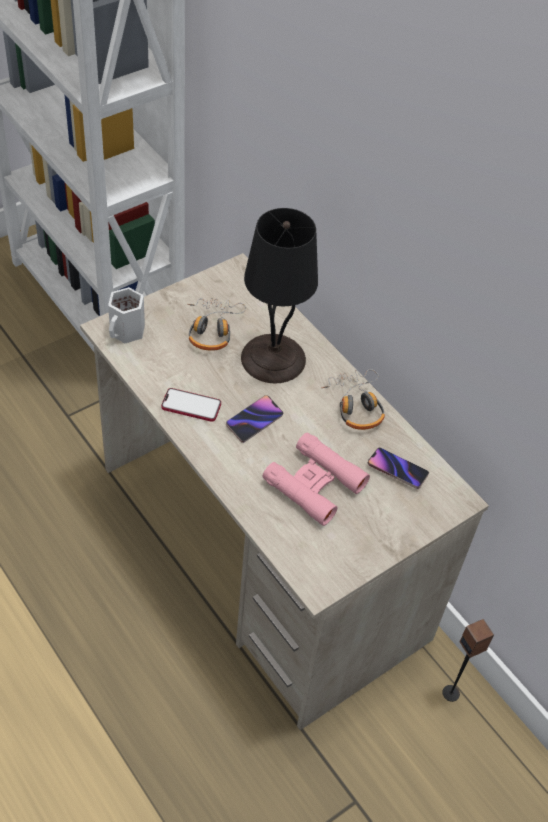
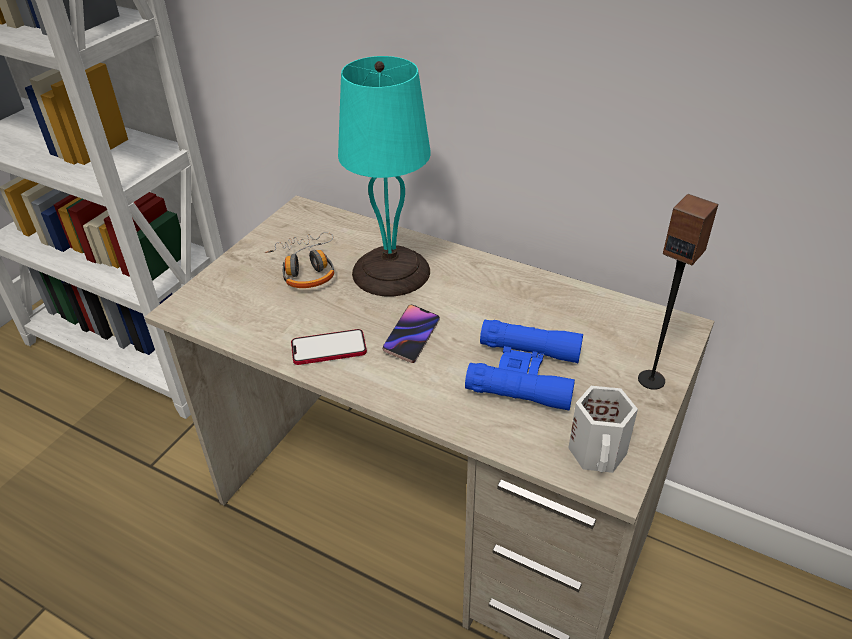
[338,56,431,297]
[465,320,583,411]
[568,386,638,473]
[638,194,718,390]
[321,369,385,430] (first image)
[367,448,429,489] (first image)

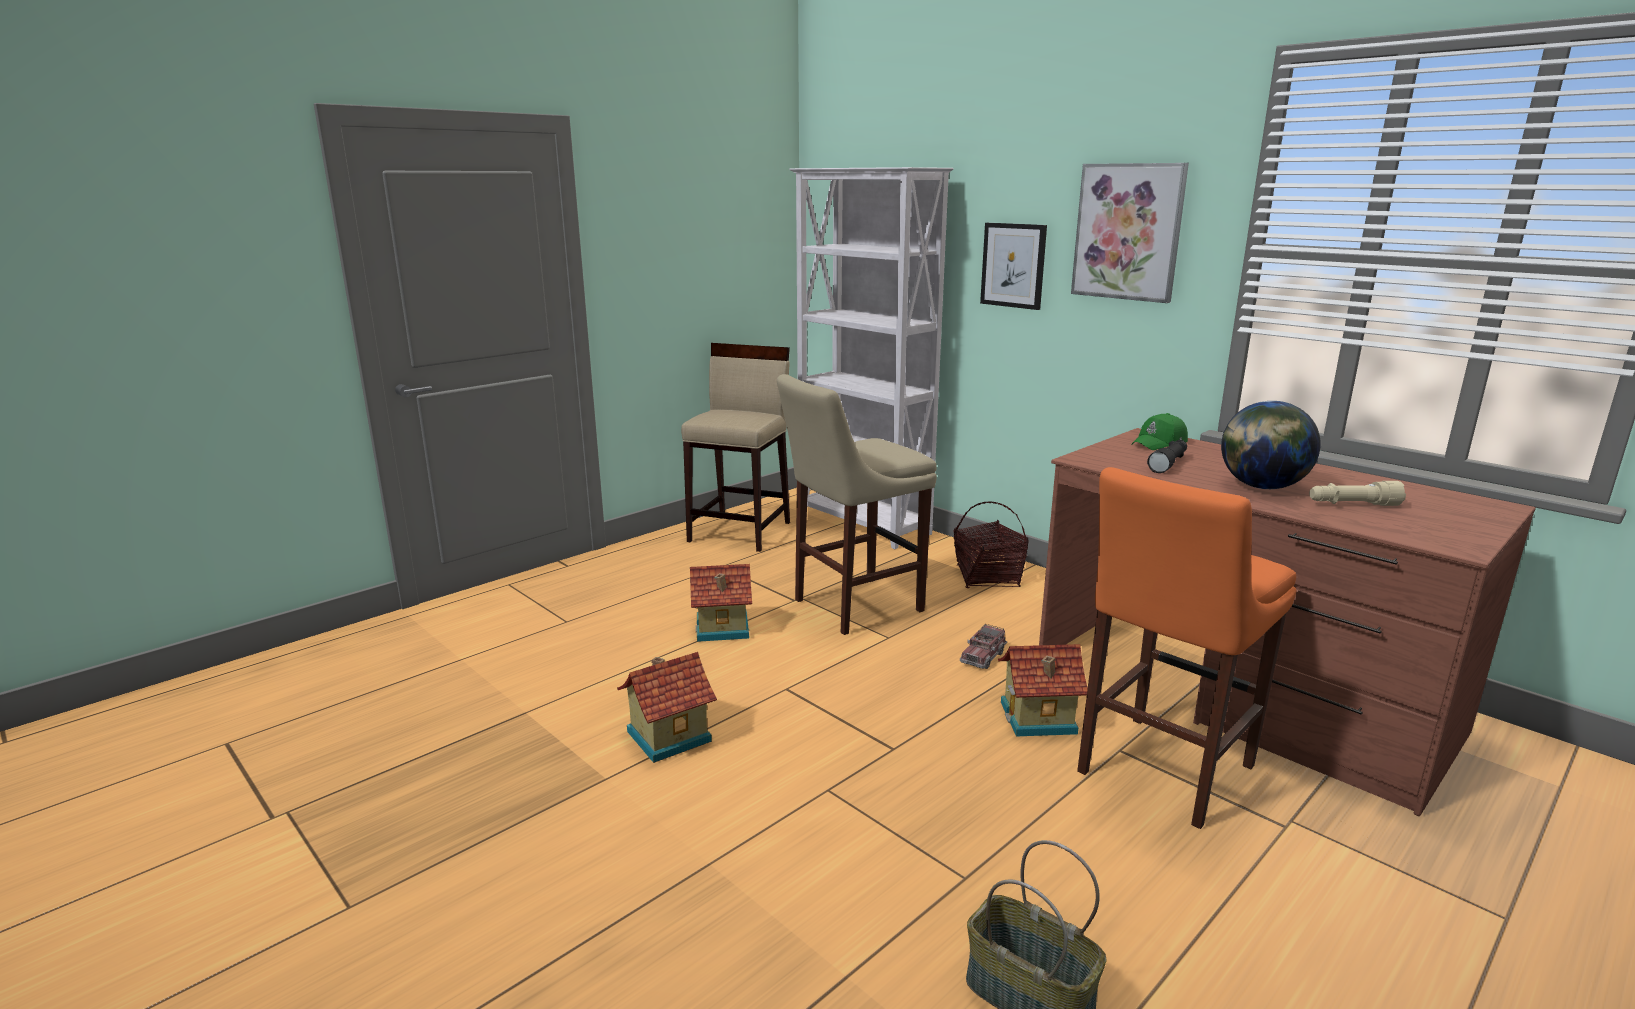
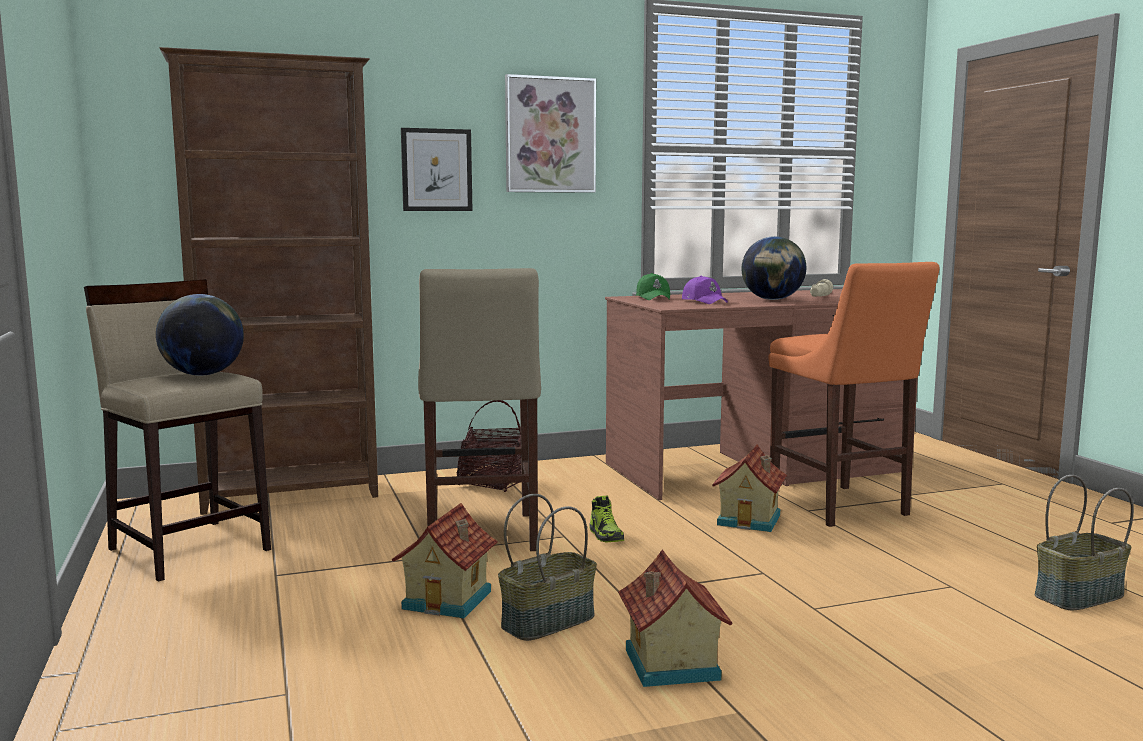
[156,294,244,376]
[160,47,378,515]
[498,494,597,641]
[589,496,624,542]
[682,276,728,304]
[960,624,1007,669] (first image)

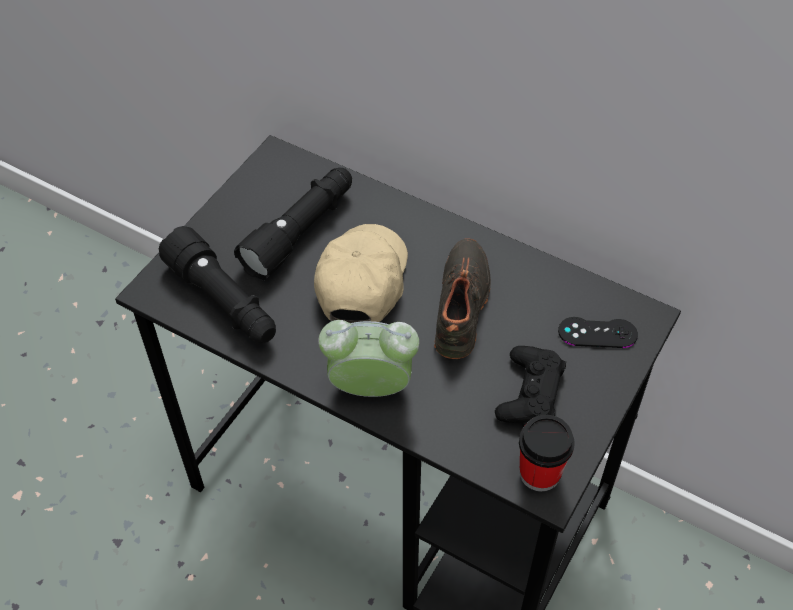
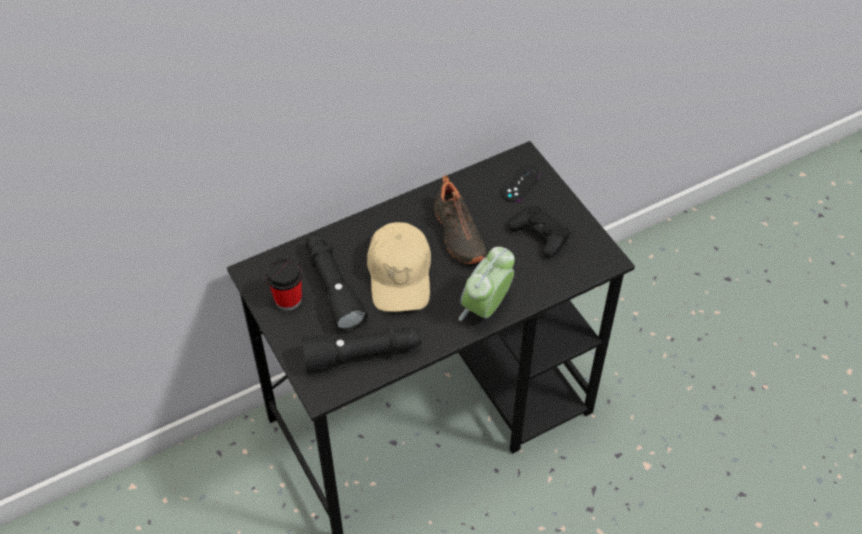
[266,258,302,311]
[367,222,431,312]
[434,175,486,264]

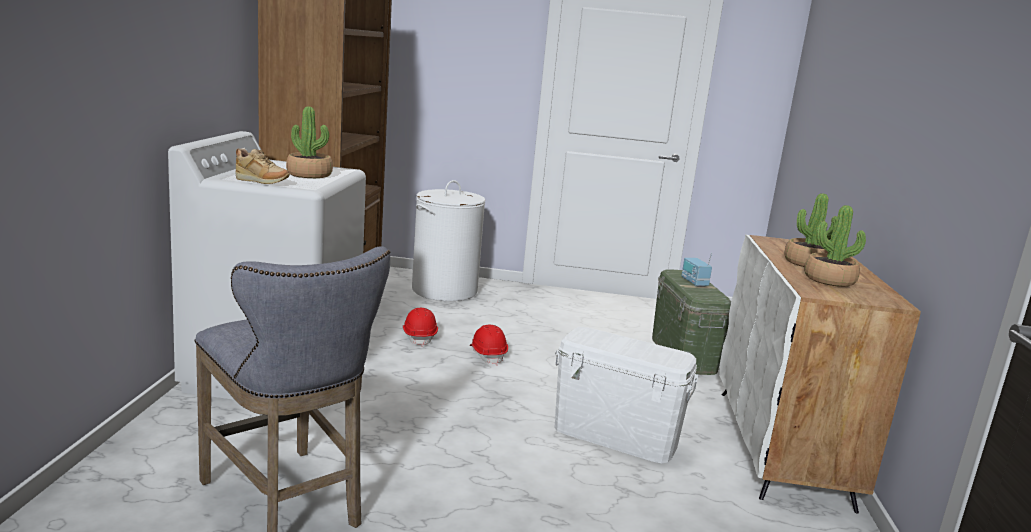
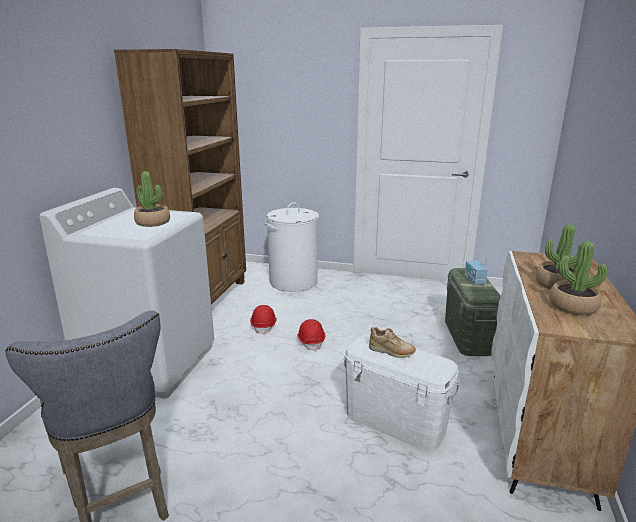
[369,327,416,358]

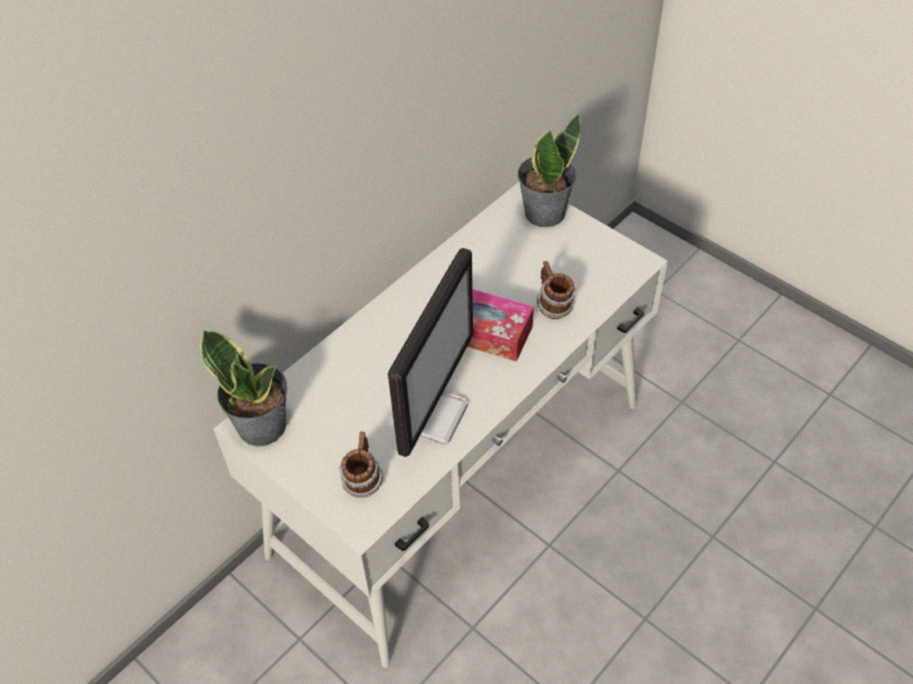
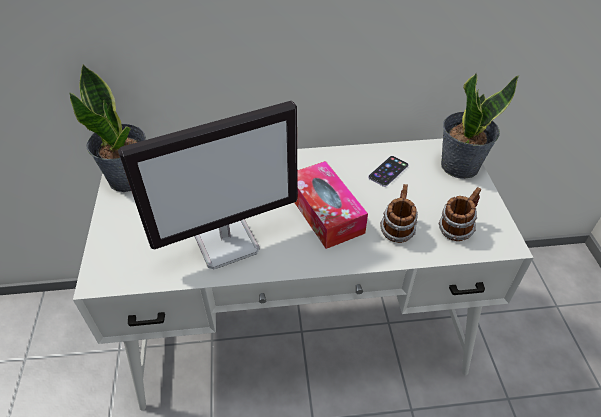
[368,156,408,187]
[438,187,481,241]

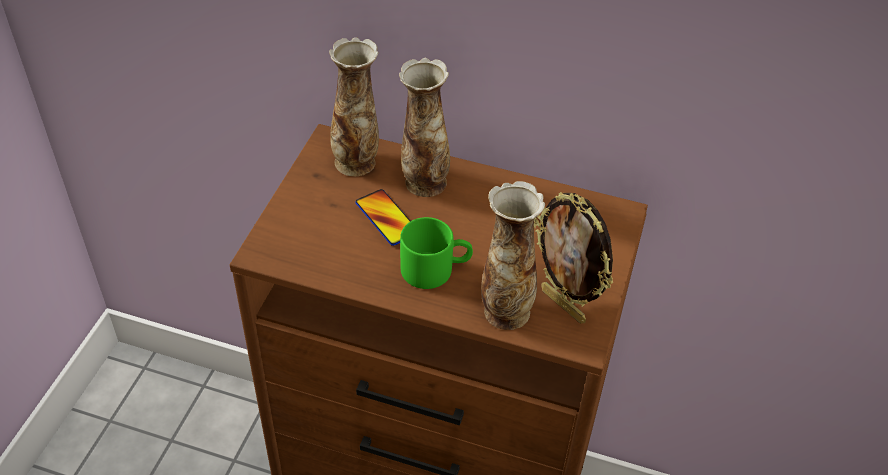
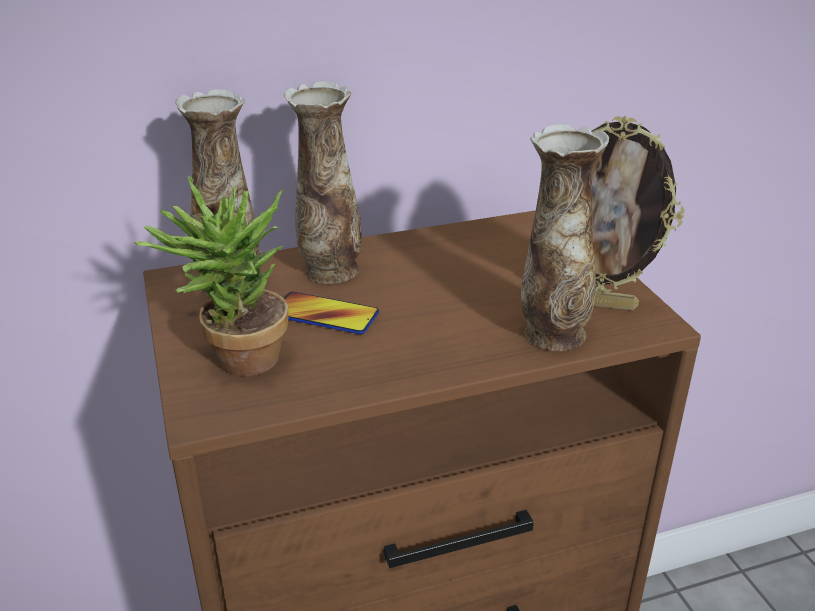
[134,176,289,376]
[400,217,473,289] (first image)

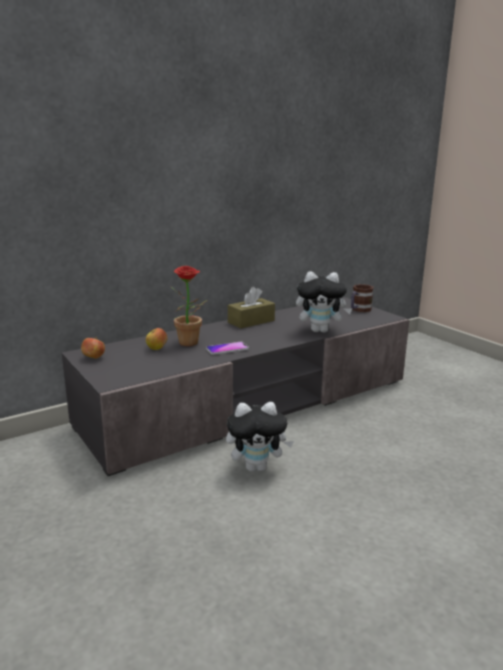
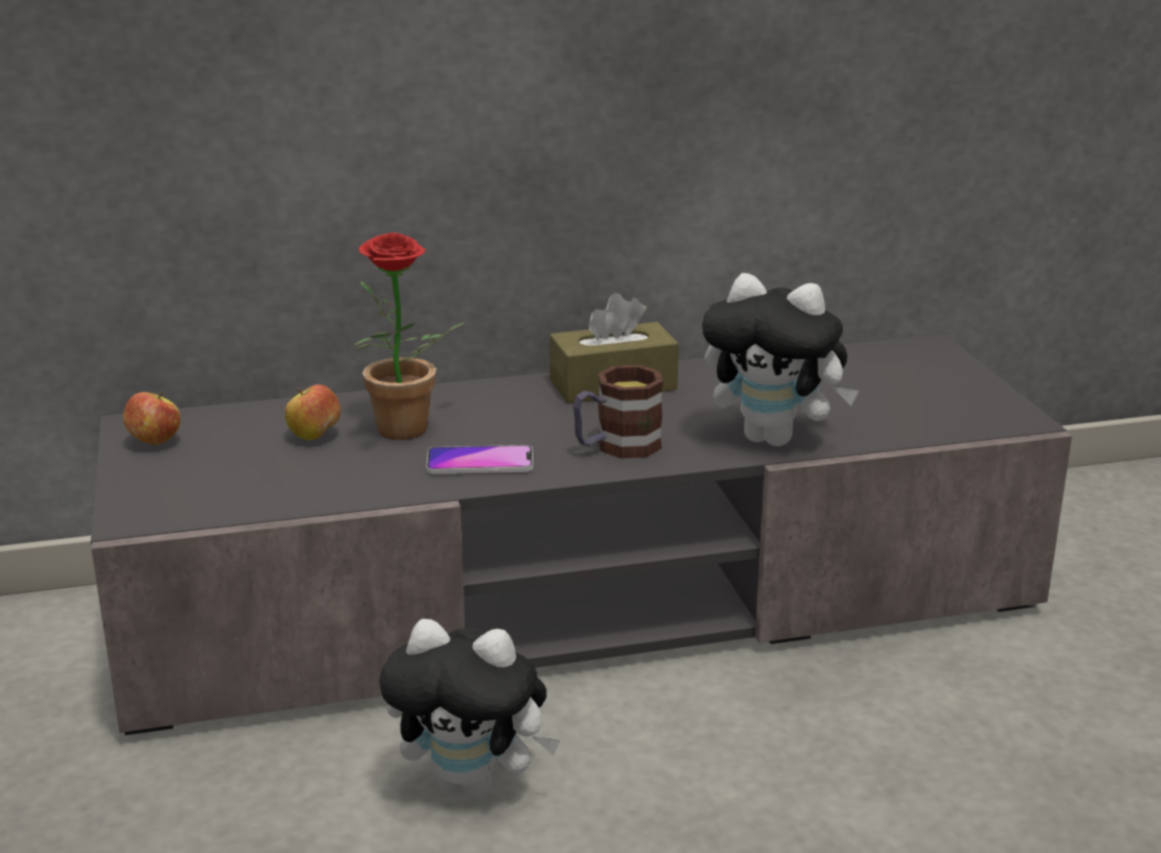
[573,365,663,458]

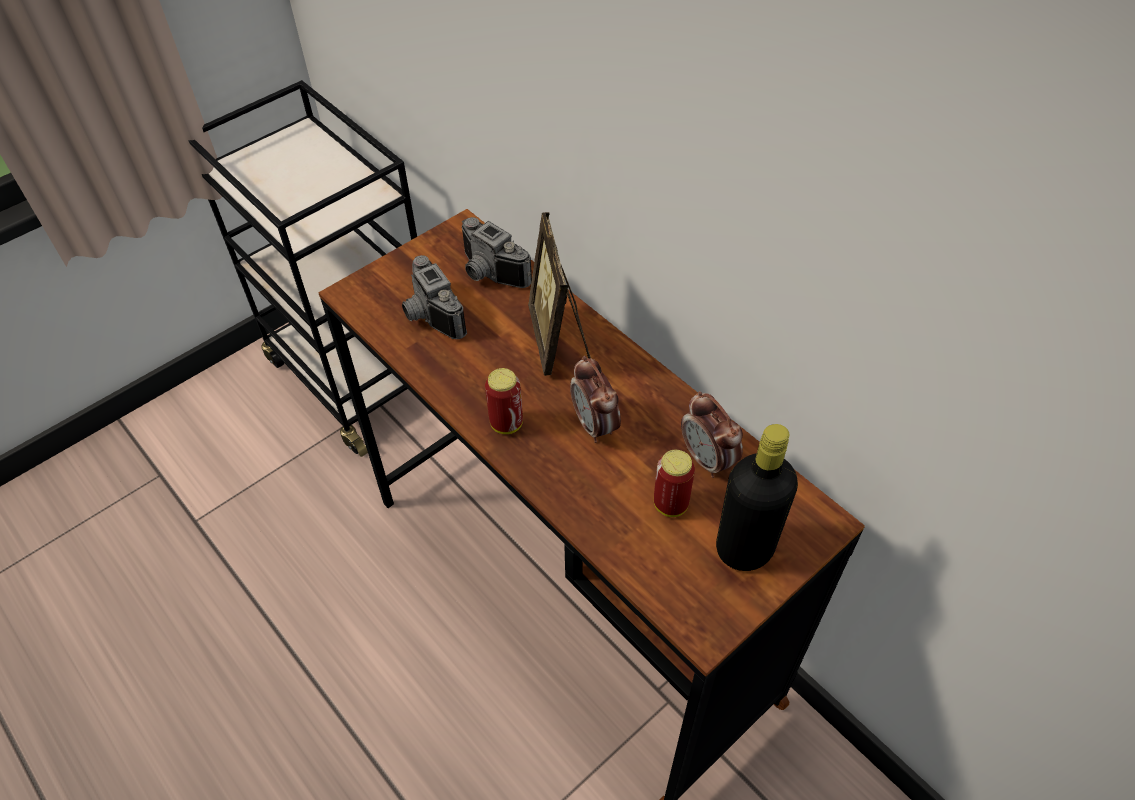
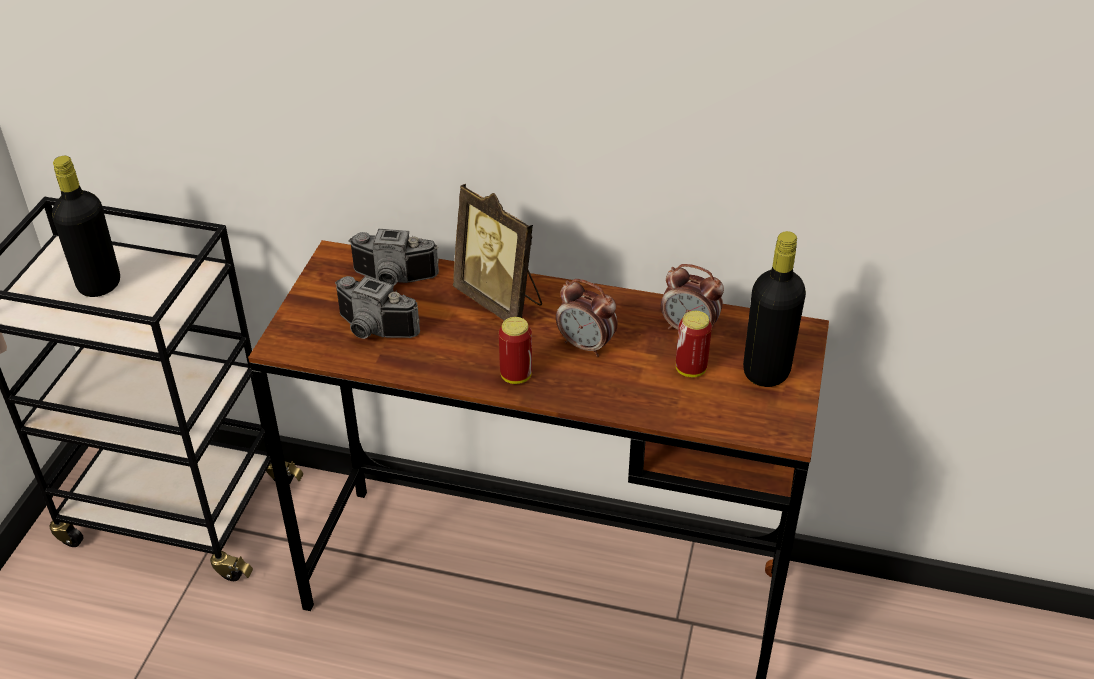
[52,156,120,297]

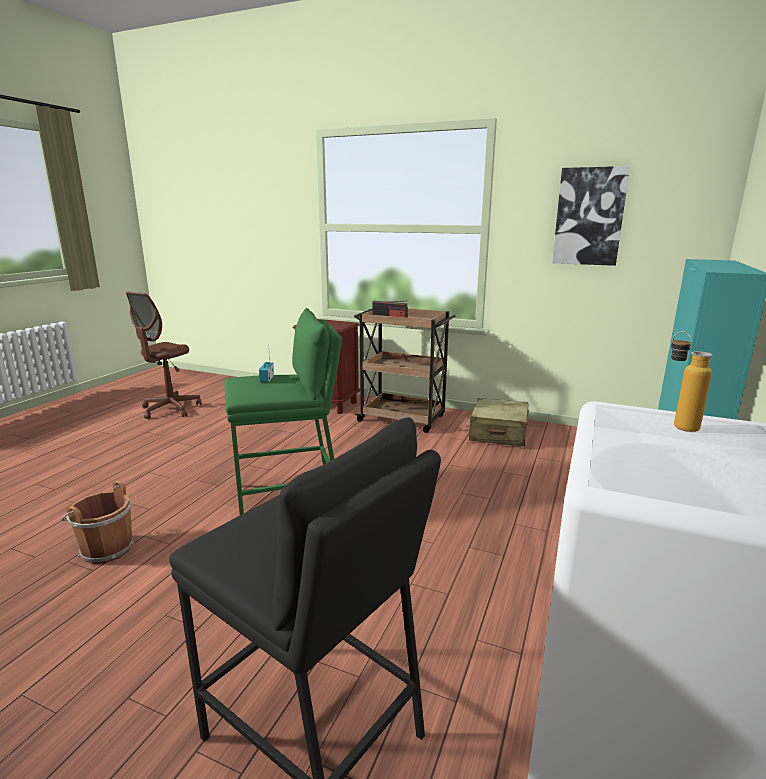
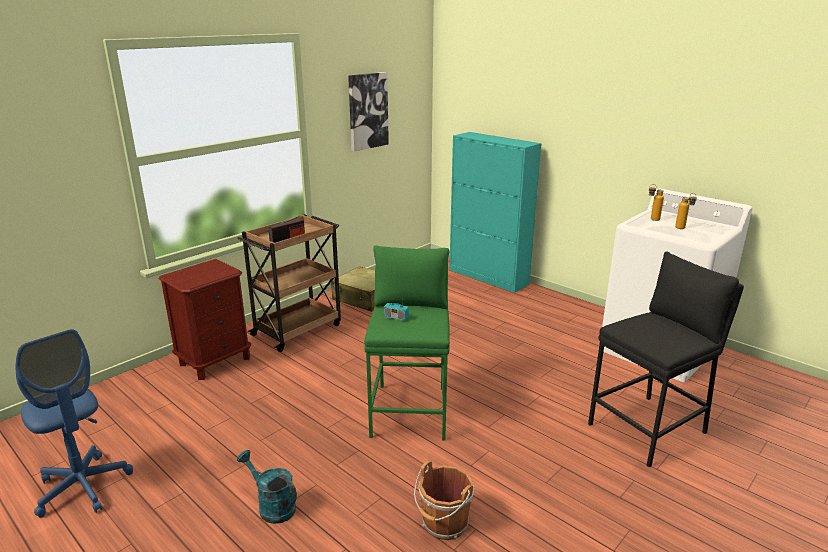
[16,329,133,518]
[237,450,297,524]
[675,193,697,229]

